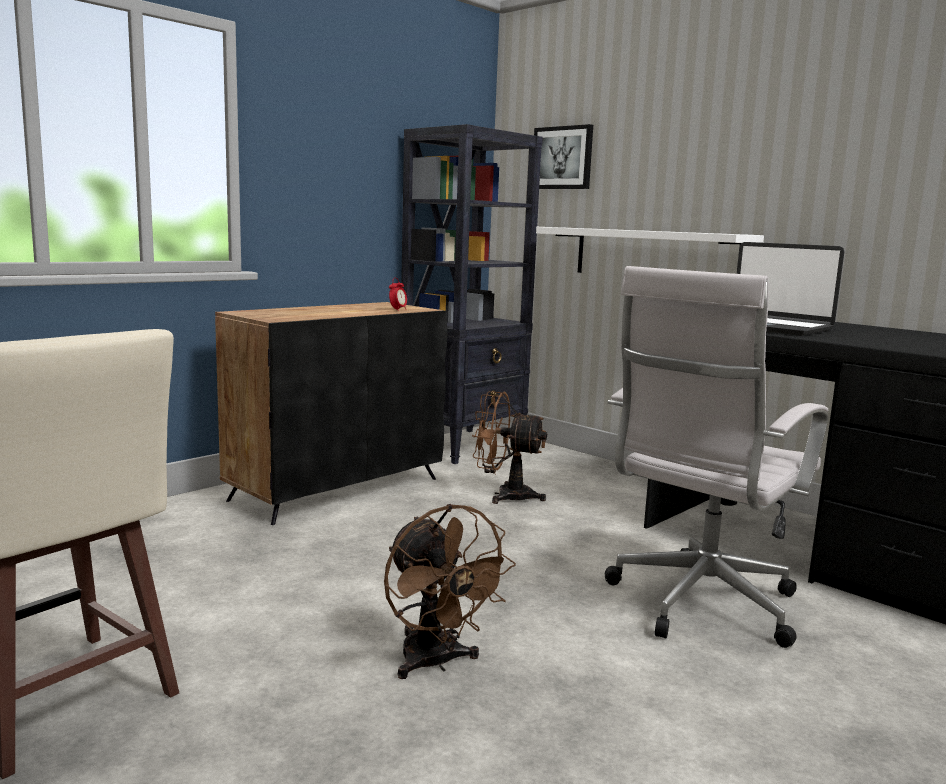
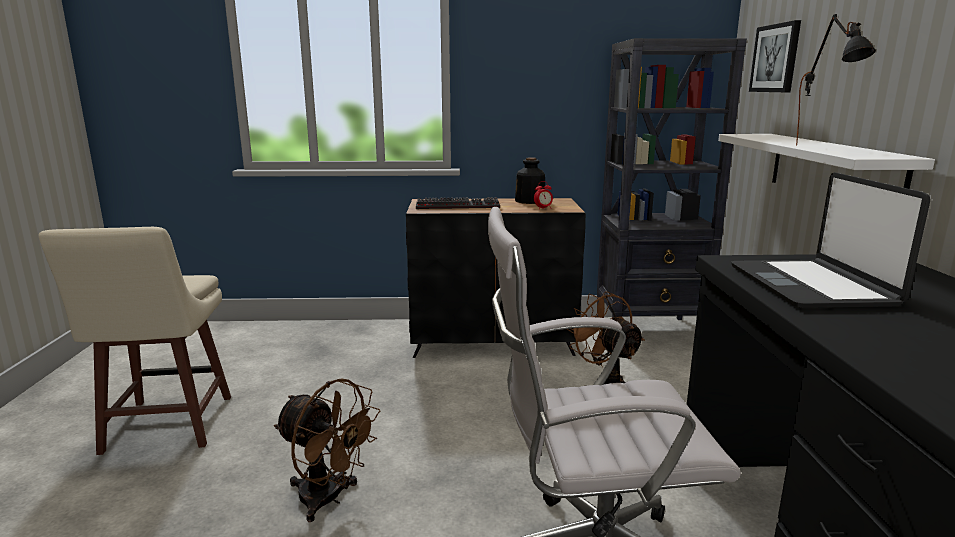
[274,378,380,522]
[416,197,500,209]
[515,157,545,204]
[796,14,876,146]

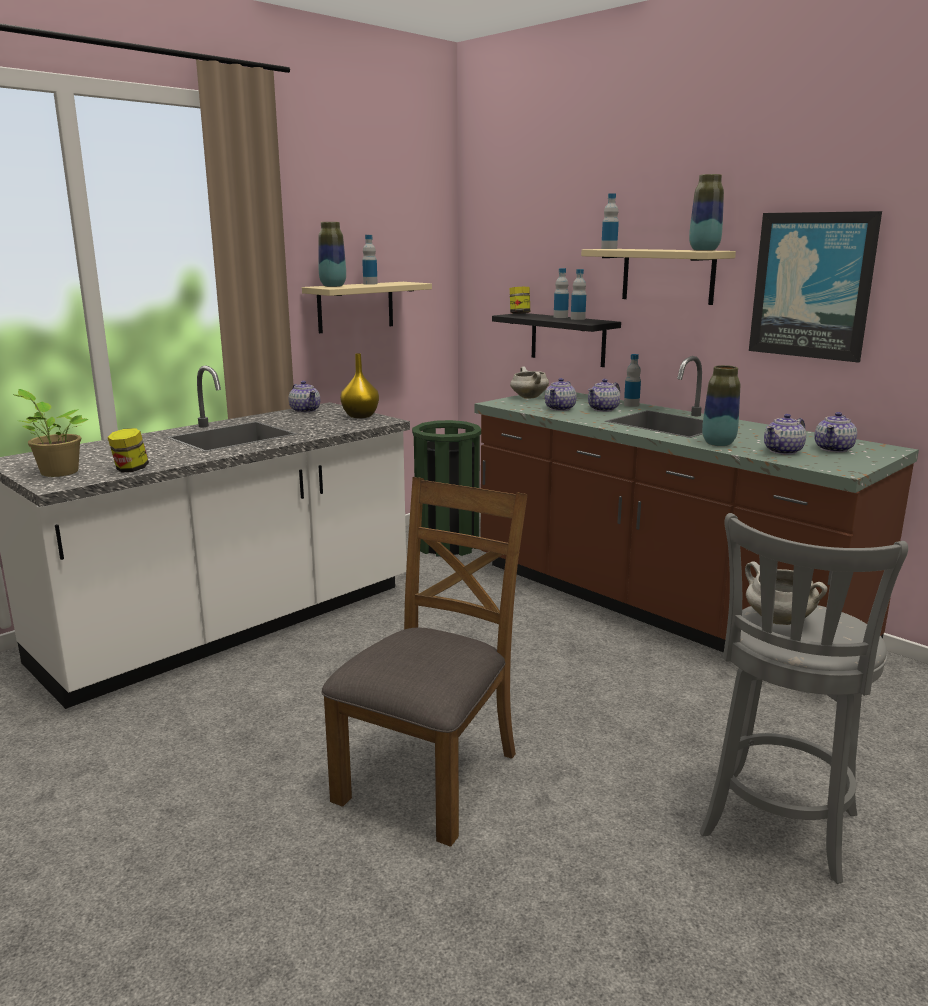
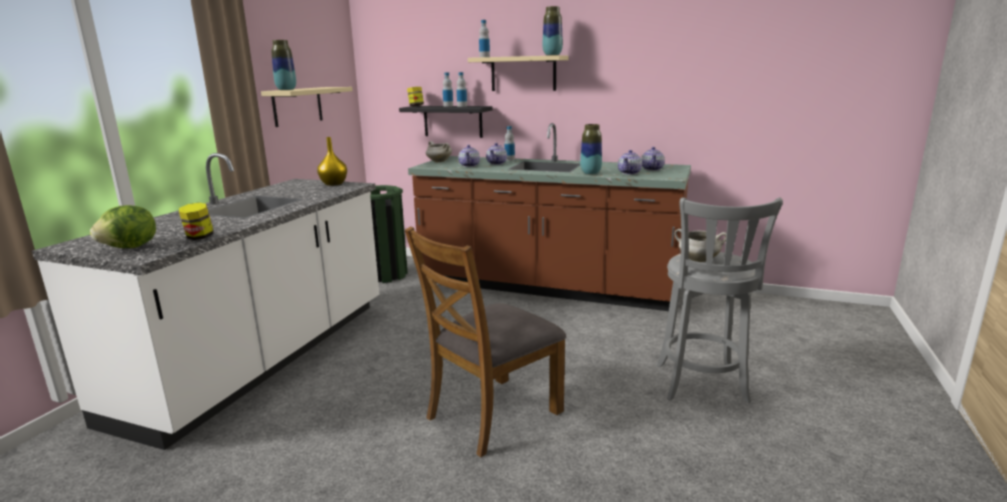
[90,205,156,248]
[405,227,566,457]
[289,381,320,413] (first image)
[362,235,378,285] (first image)
[749,211,882,363] (first image)

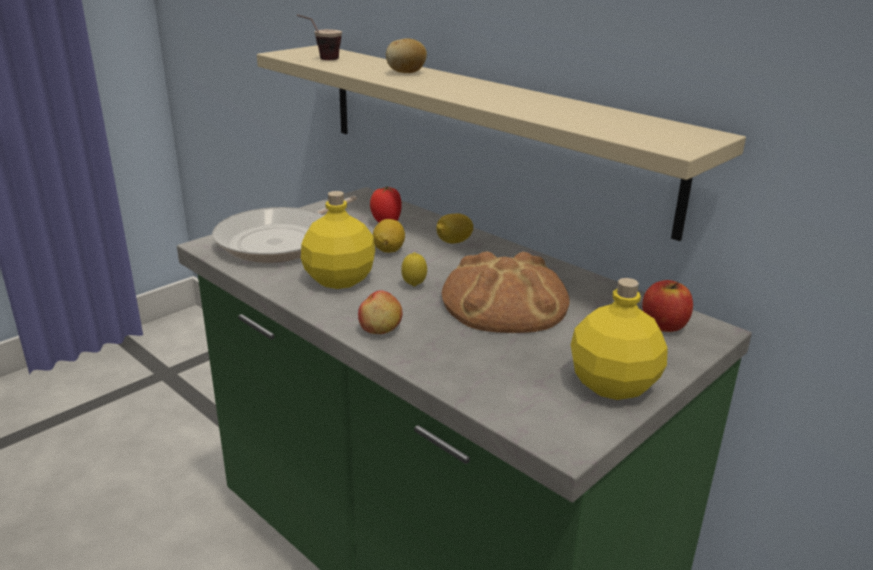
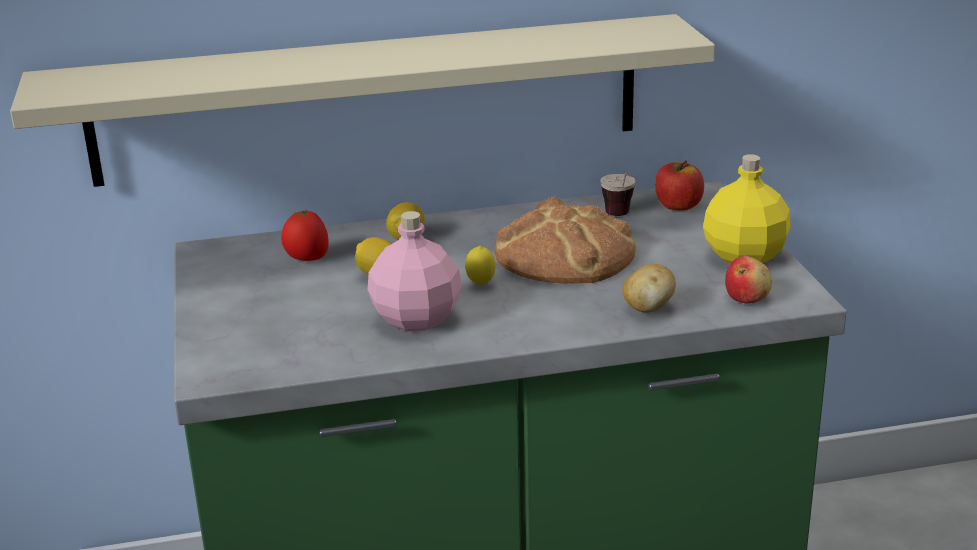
[368,211,462,331]
[600,173,636,216]
[622,264,676,313]
[725,256,772,303]
[212,196,357,263] (first image)

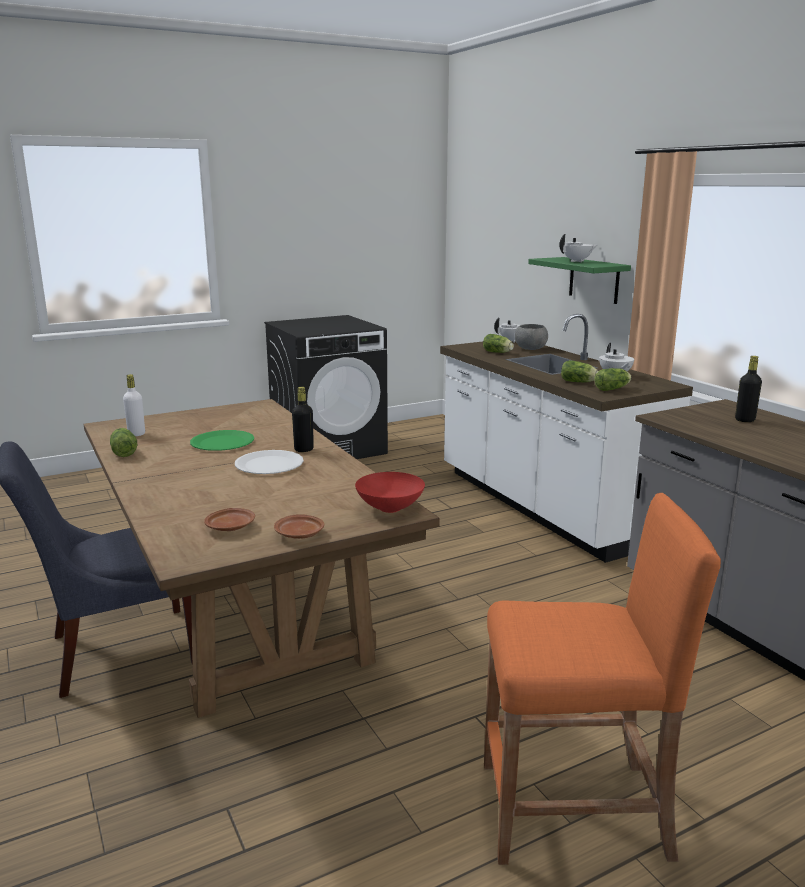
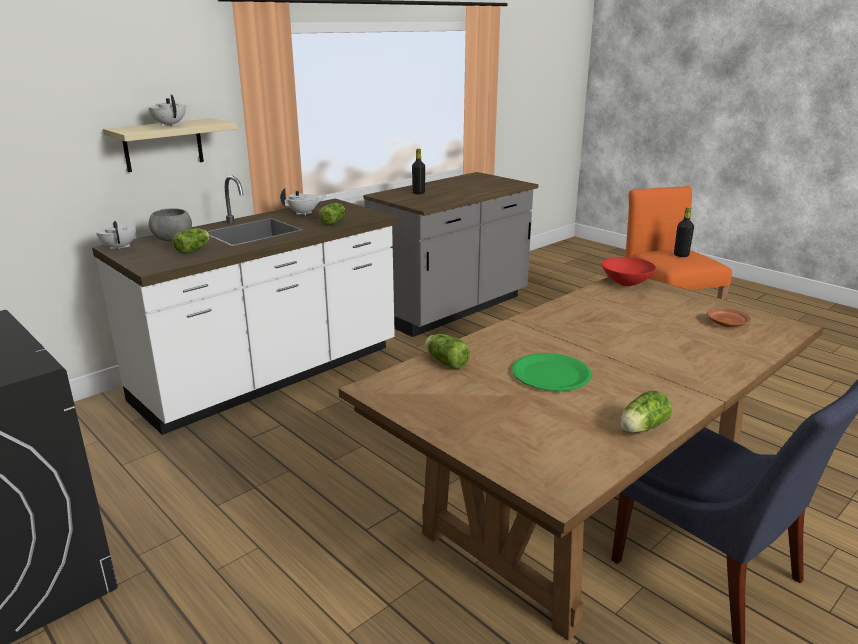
[103,118,237,172]
[425,334,470,369]
[674,207,694,257]
[123,374,145,436] (first image)
[235,450,304,474] (first image)
[274,514,324,539] (first image)

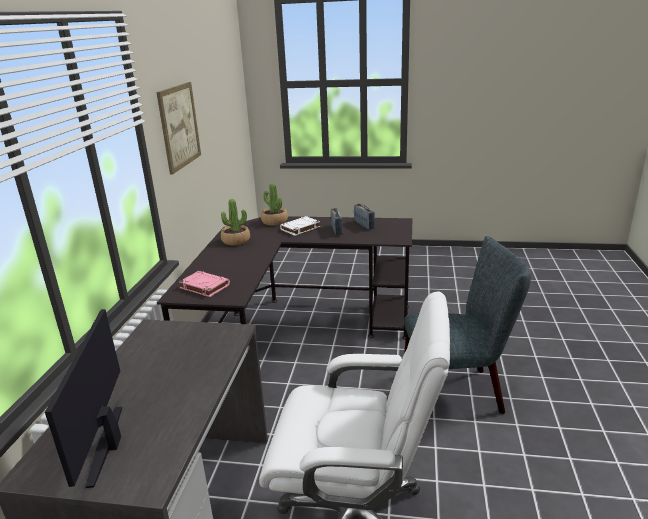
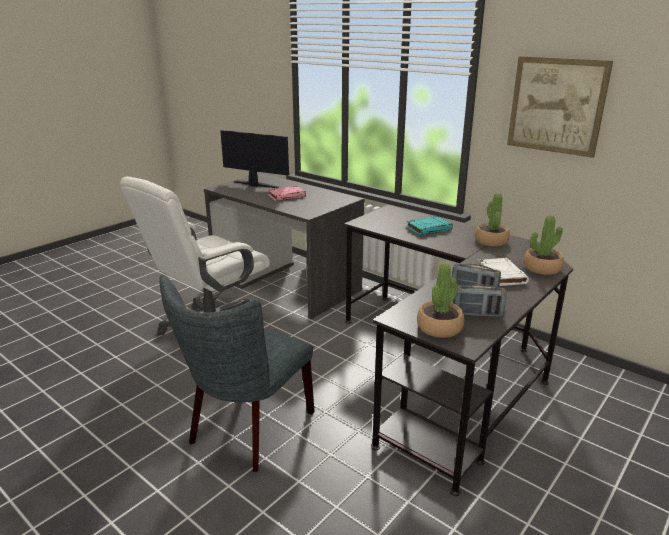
[268,186,306,201]
[406,216,453,236]
[417,263,464,338]

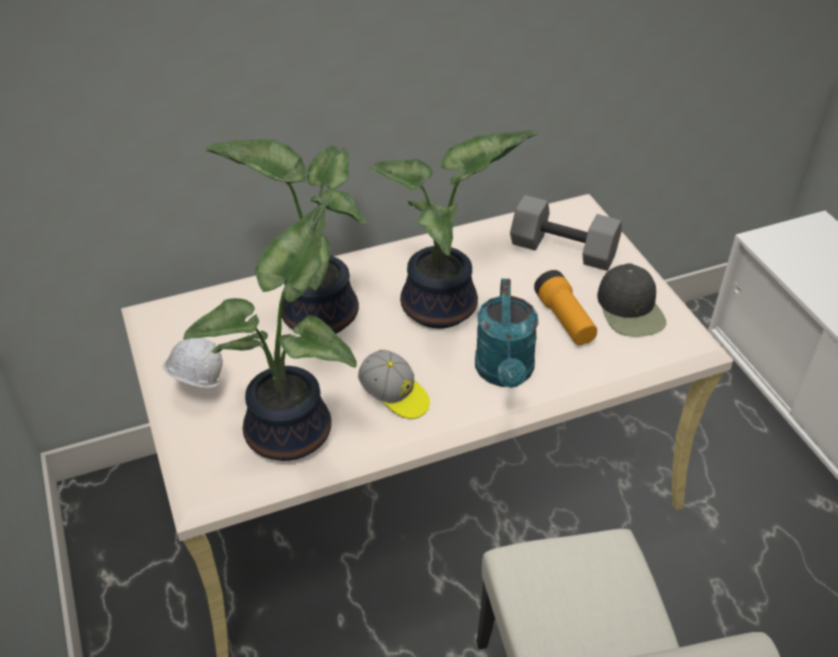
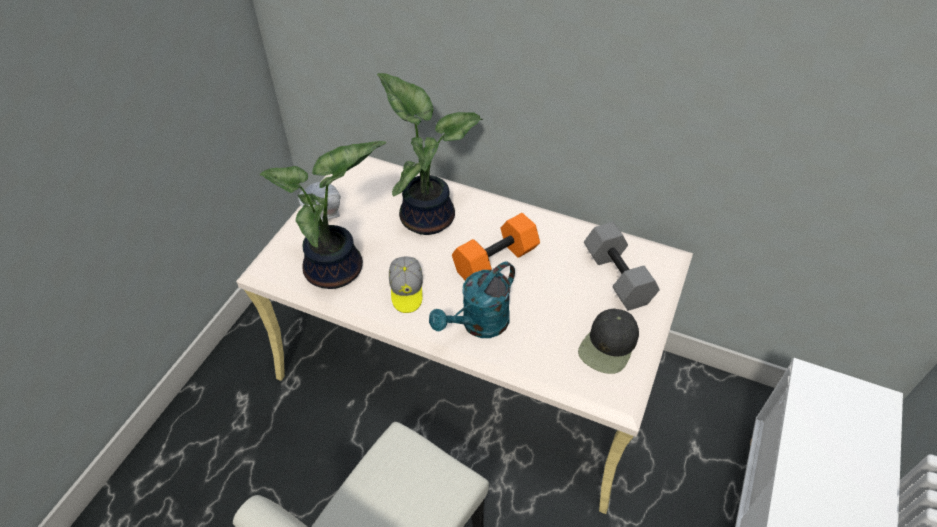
[452,213,540,281]
[534,270,597,345] (first image)

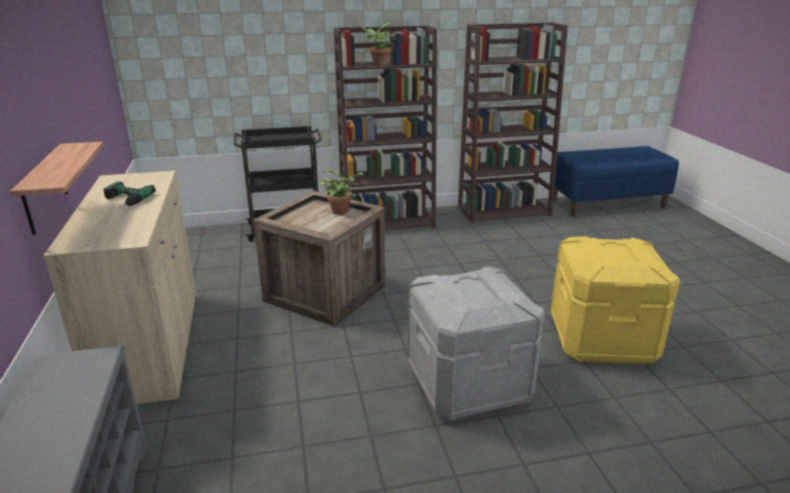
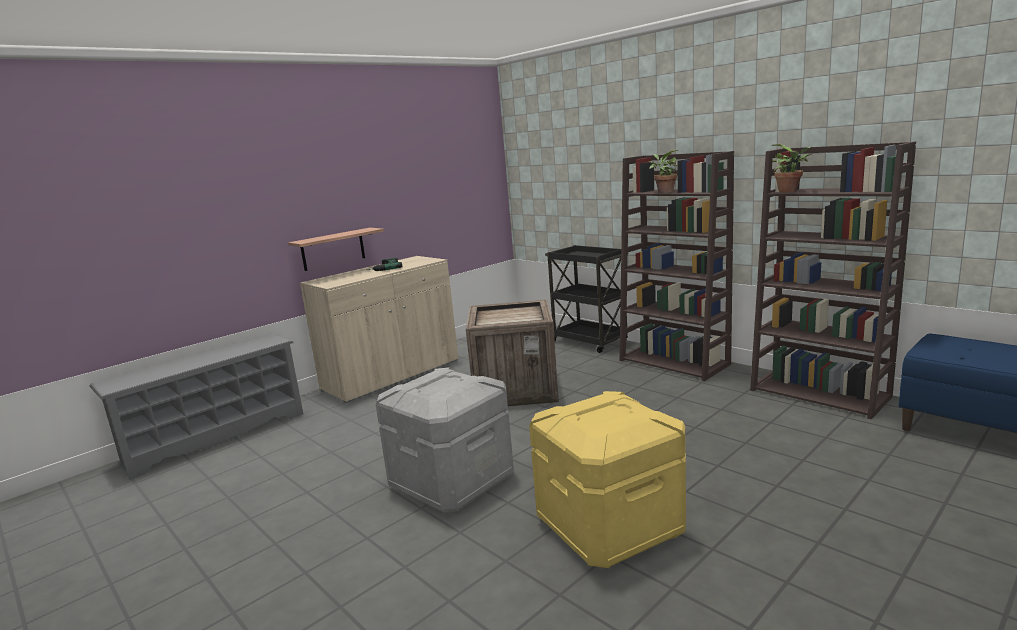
[772,144,811,193]

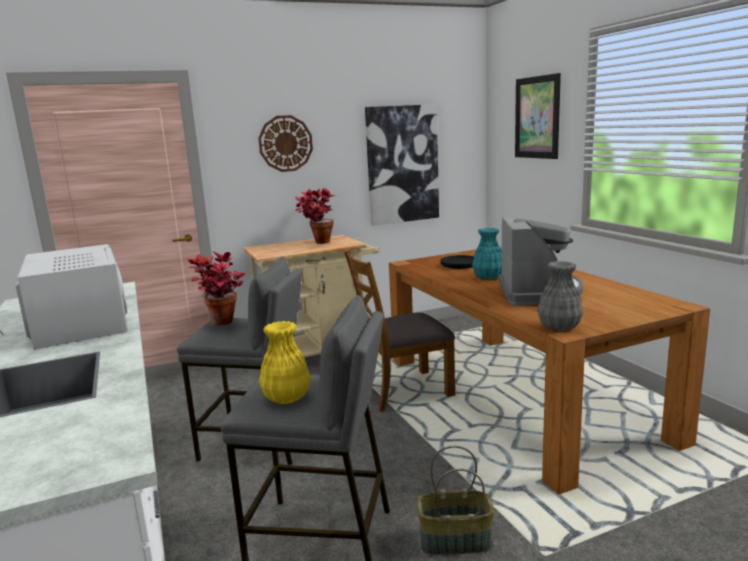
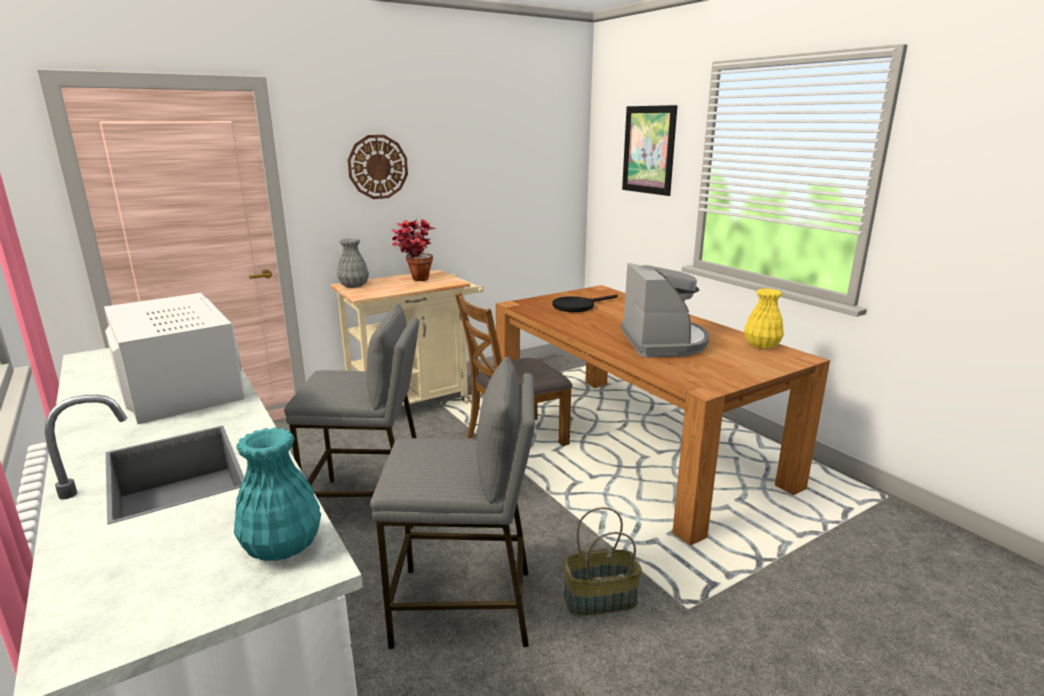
[234,427,321,561]
[337,238,369,288]
[744,288,784,349]
[187,251,245,325] (first image)
[365,104,439,226] (first image)

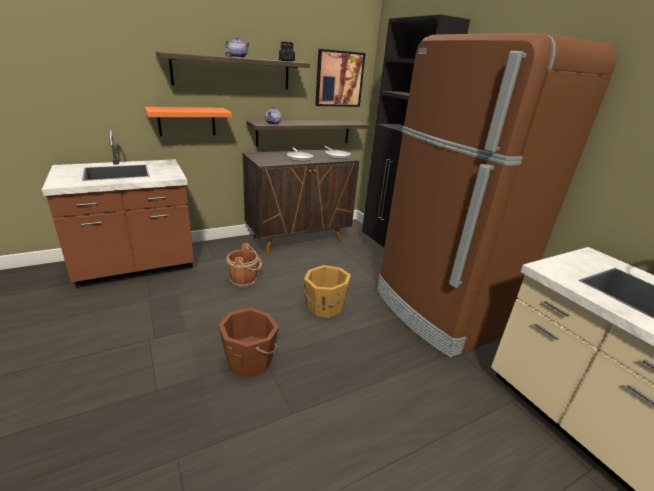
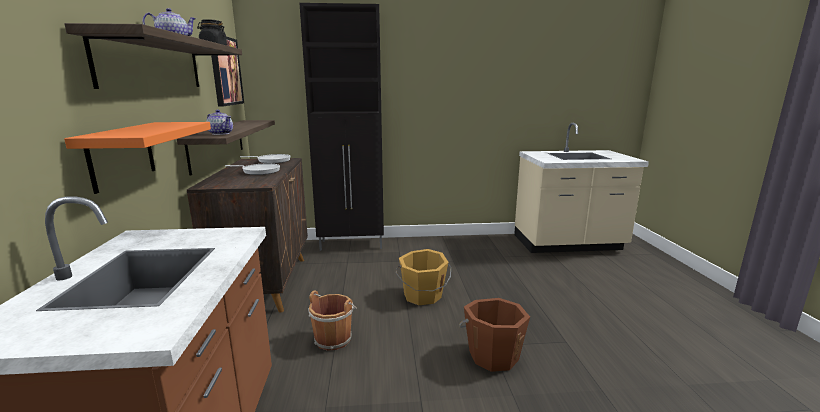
[377,33,617,358] (first image)

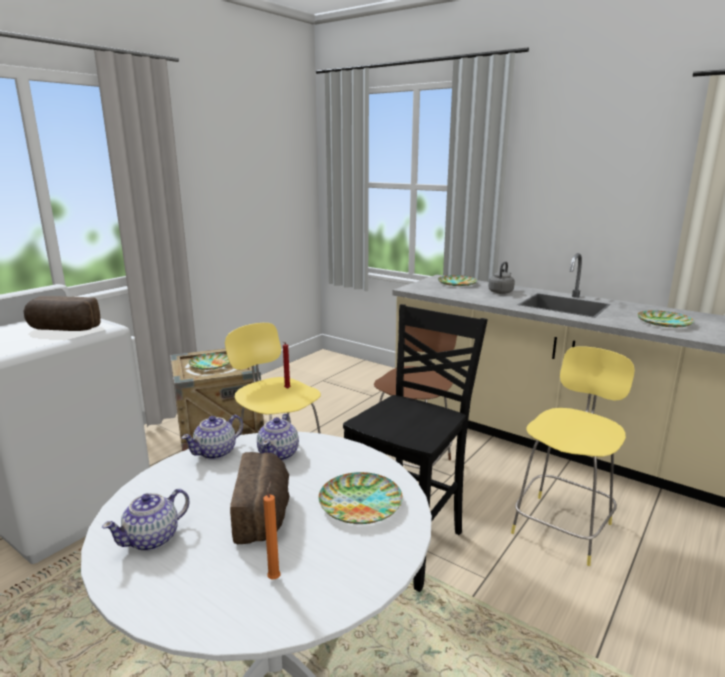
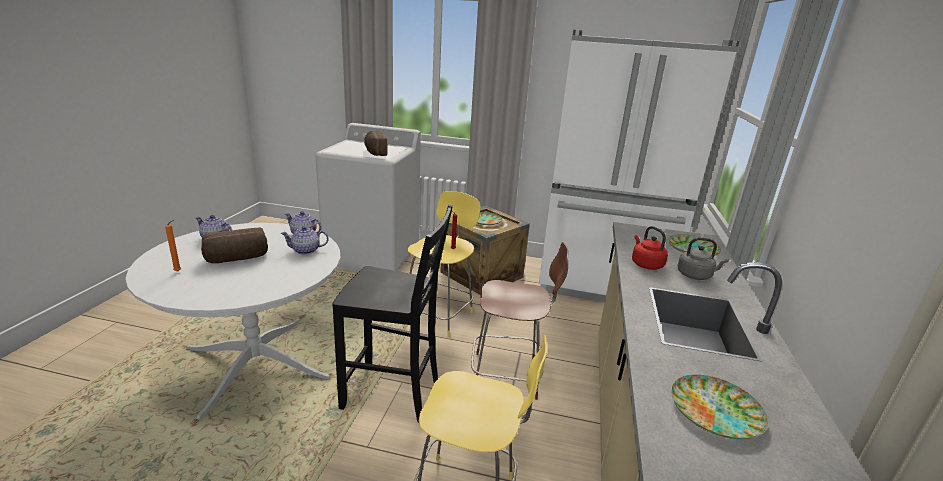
[539,30,739,302]
[632,226,668,270]
[318,472,403,524] (first image)

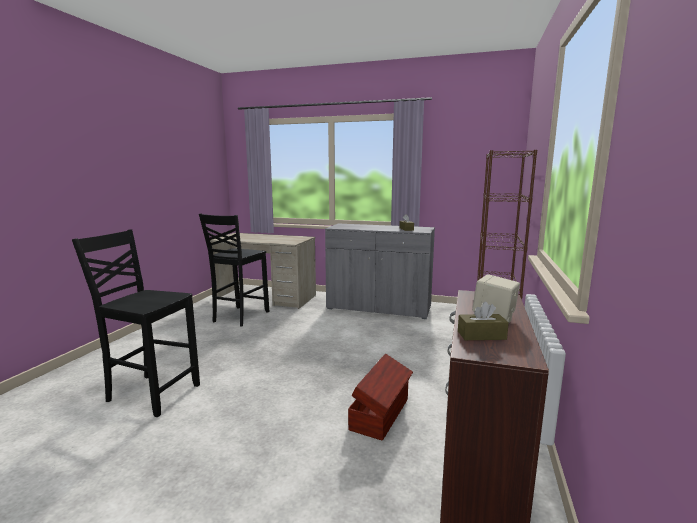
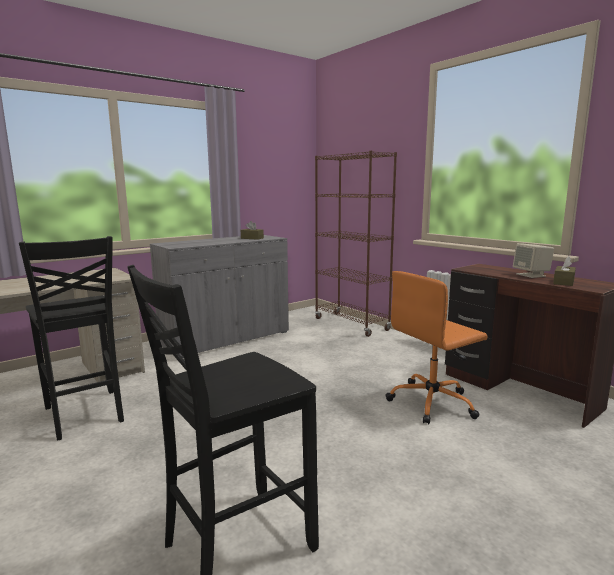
[385,271,488,424]

